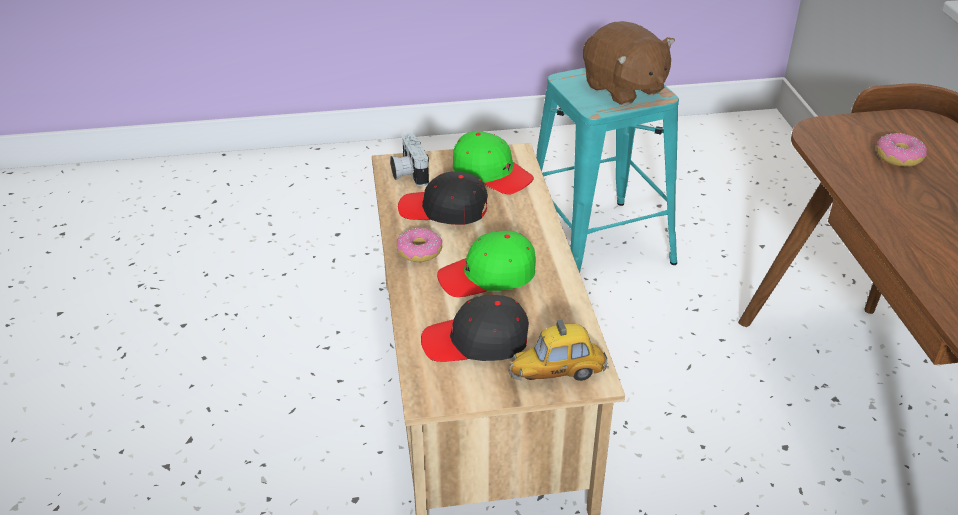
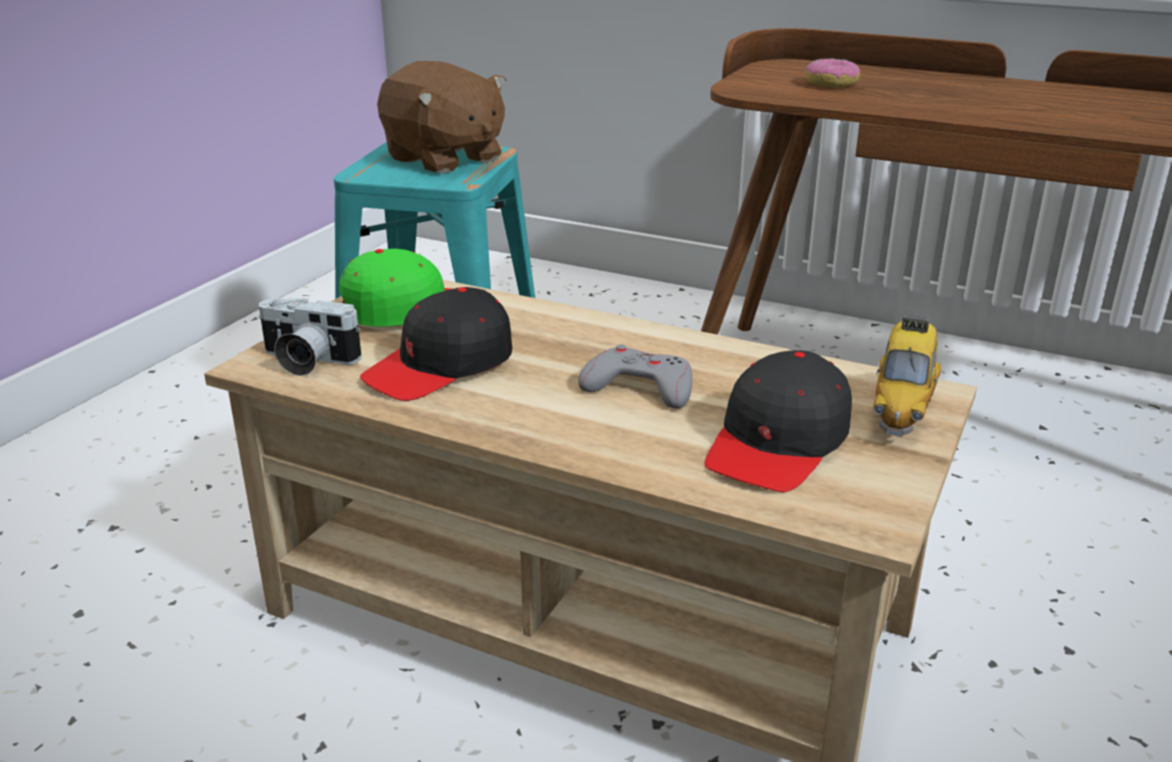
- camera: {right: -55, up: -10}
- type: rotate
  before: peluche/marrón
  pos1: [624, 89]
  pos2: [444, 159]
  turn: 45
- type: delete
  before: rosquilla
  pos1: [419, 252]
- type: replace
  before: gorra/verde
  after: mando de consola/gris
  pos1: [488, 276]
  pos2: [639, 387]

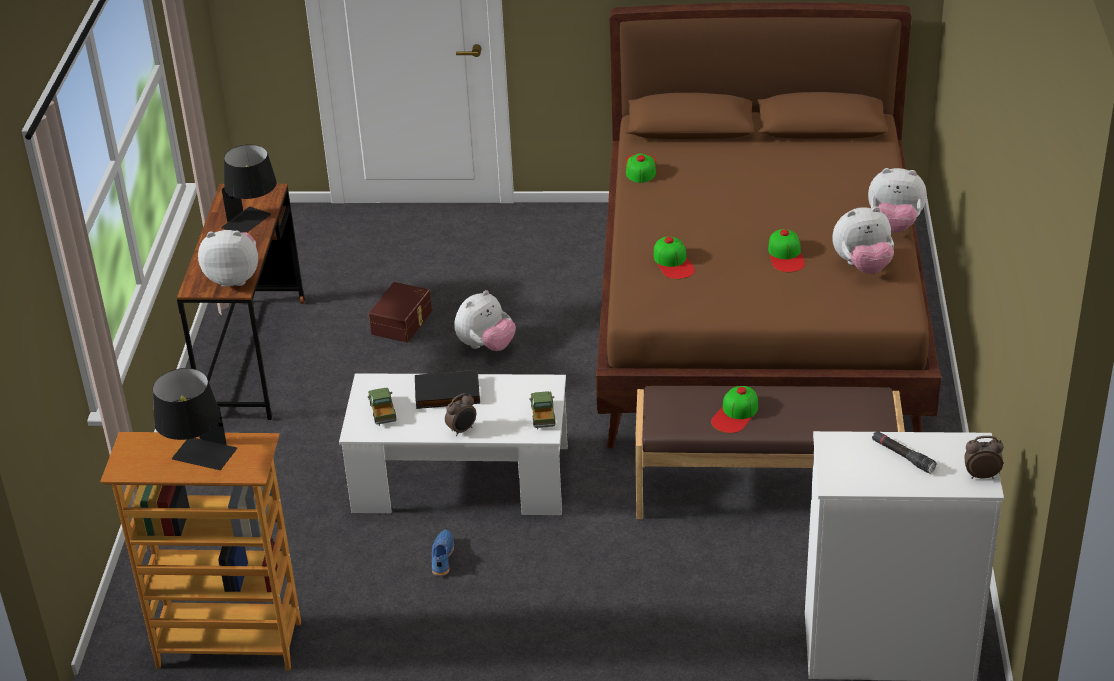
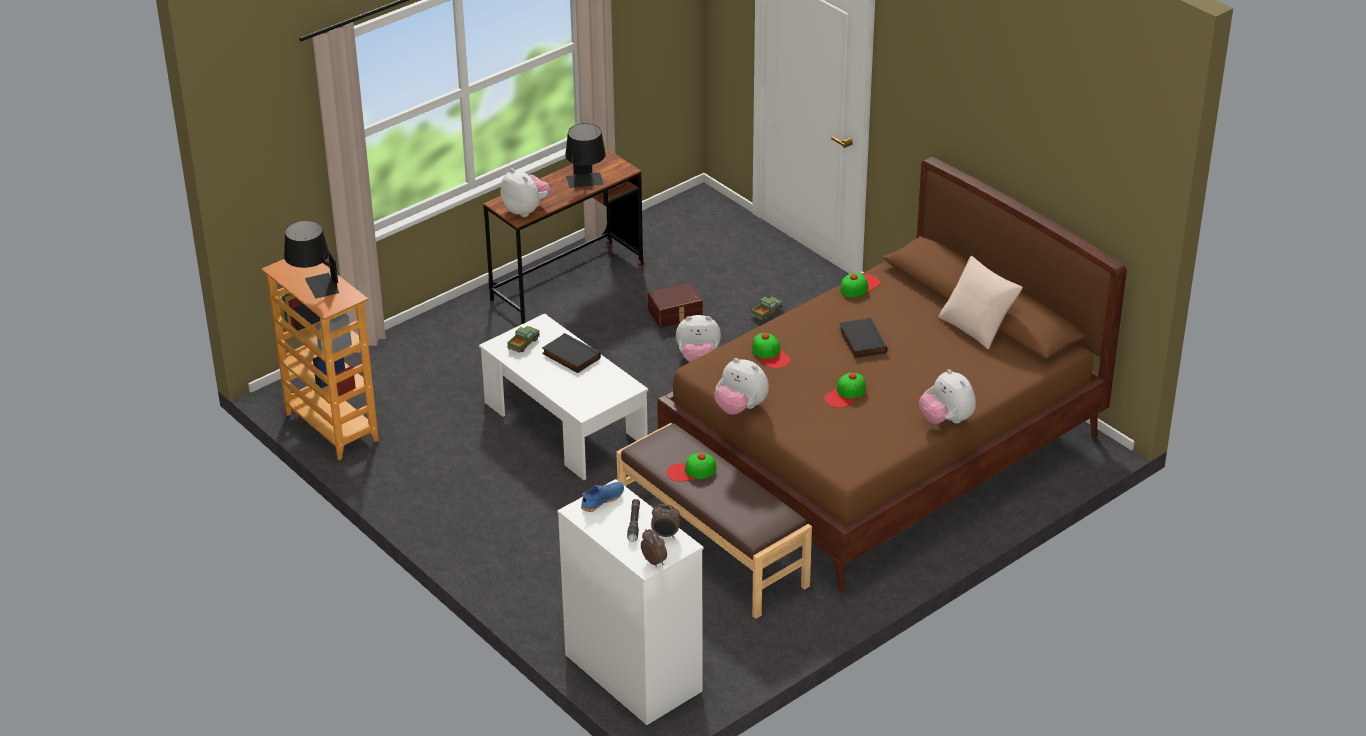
- camera: {right: 45, up: 0}
- type: move
  before: peluche
  pos1: [862, 266]
  pos2: [740, 408]
- type: rotate
  before: gorra
  pos1: [673, 262]
  pos2: [770, 354]
  turn: -60
- type: move
  before: camión de juguete
  pos1: [543, 416]
  pos2: [766, 313]
- type: move
  before: despertador
  pos1: [462, 430]
  pos2: [665, 535]
- type: move
  before: zapato/azul
  pos1: [441, 557]
  pos2: [601, 500]
- type: insert
  after: cojín/beis
  pos2: [977, 326]
- type: insert
  after: libro/negro
  pos2: [861, 341]

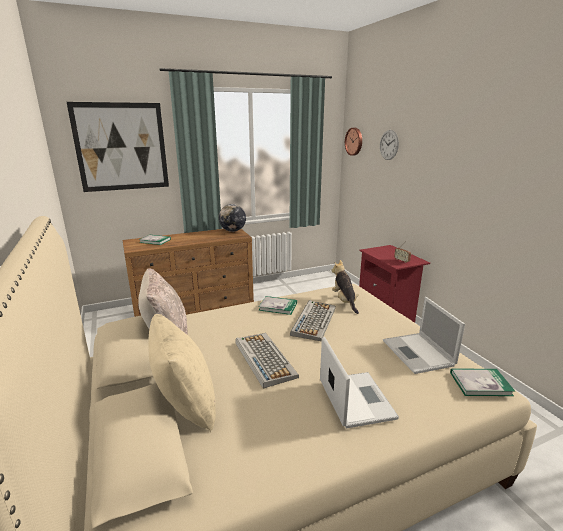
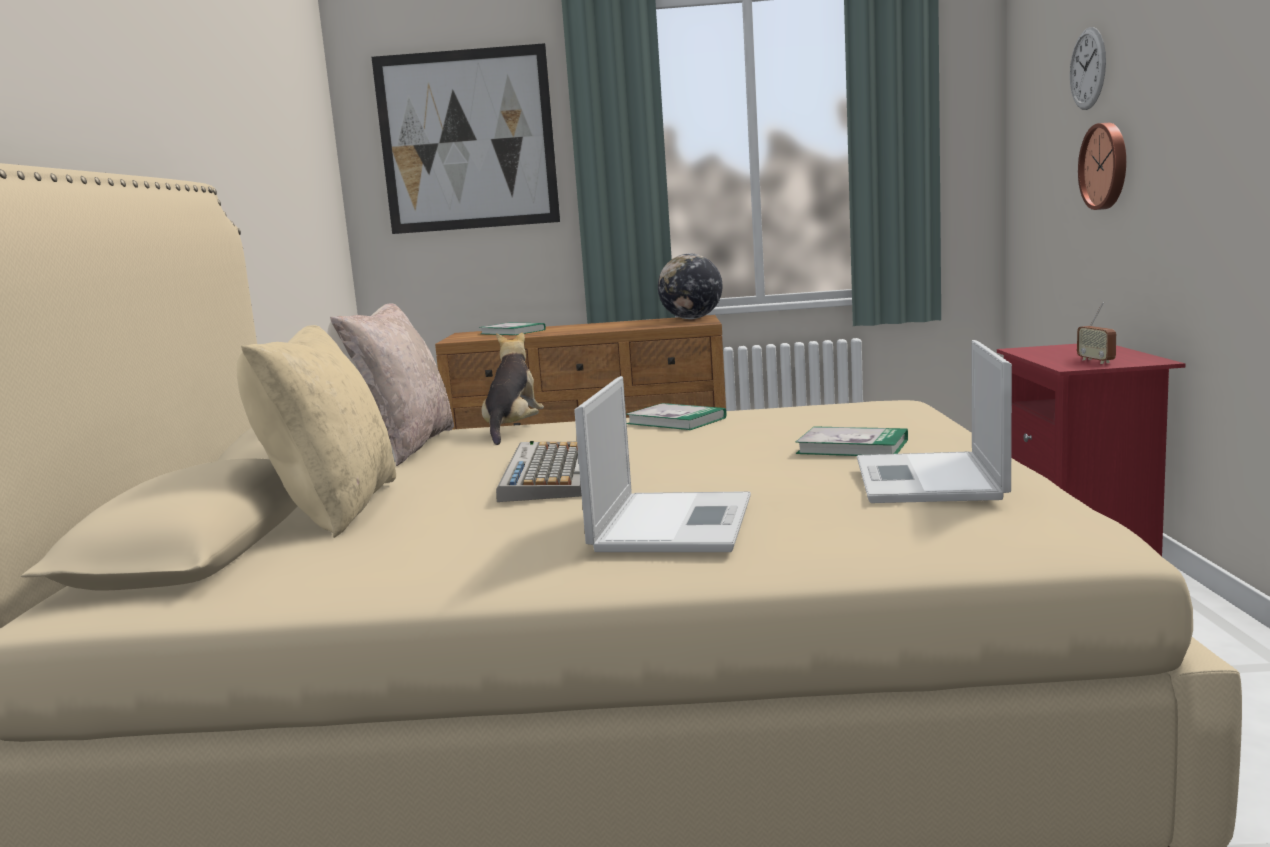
- camera: {right: 25, up: -10}
- type: move
  before: reloj de pared
  pos1: [354, 141]
  pos2: [1106, 166]
- type: move
  before: peluche
  pos1: [344, 301]
  pos2: [513, 430]
- type: delete
  before: teclado
  pos1: [313, 320]
- type: move
  before: libro
  pos1: [480, 384]
  pos2: [852, 447]

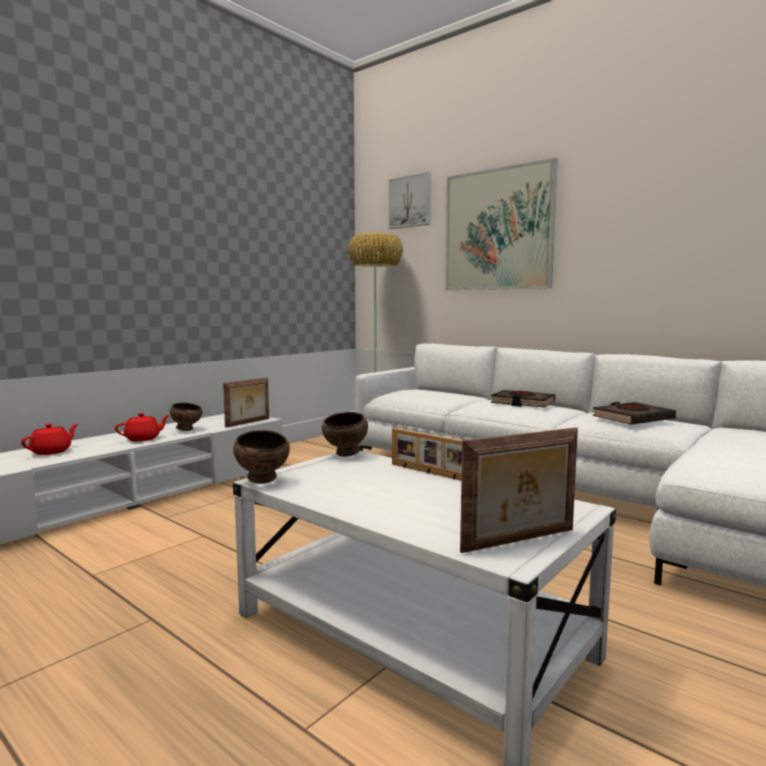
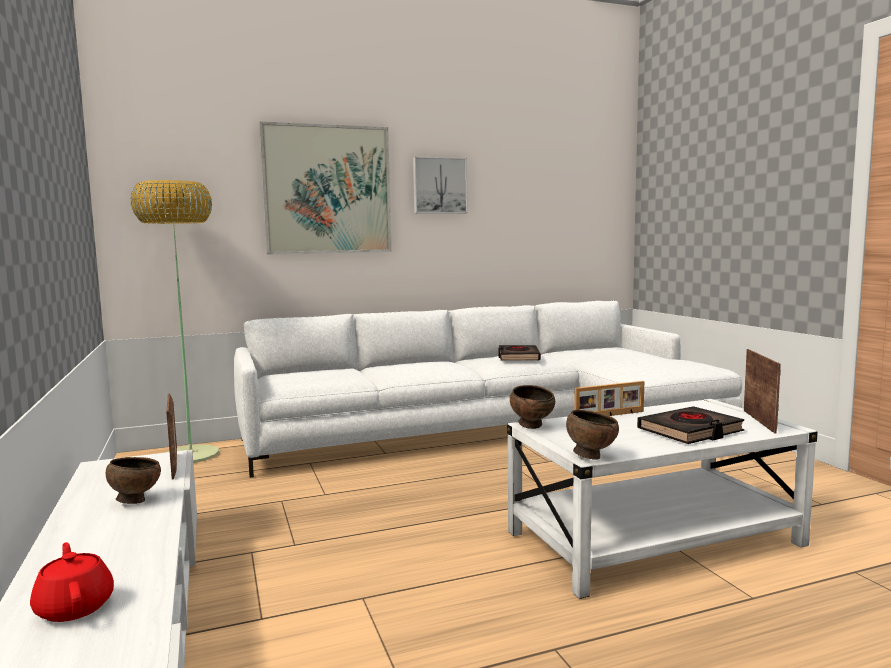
- camera: {right: -60, up: 0}
- type: move
  before: cuadro
  pos1: [410, 201]
  pos2: [439, 186]
- type: move
  before: libro/negro
  pos1: [522, 403]
  pos2: [690, 431]
- type: delete
  before: tetera/rojo
  pos1: [143, 438]

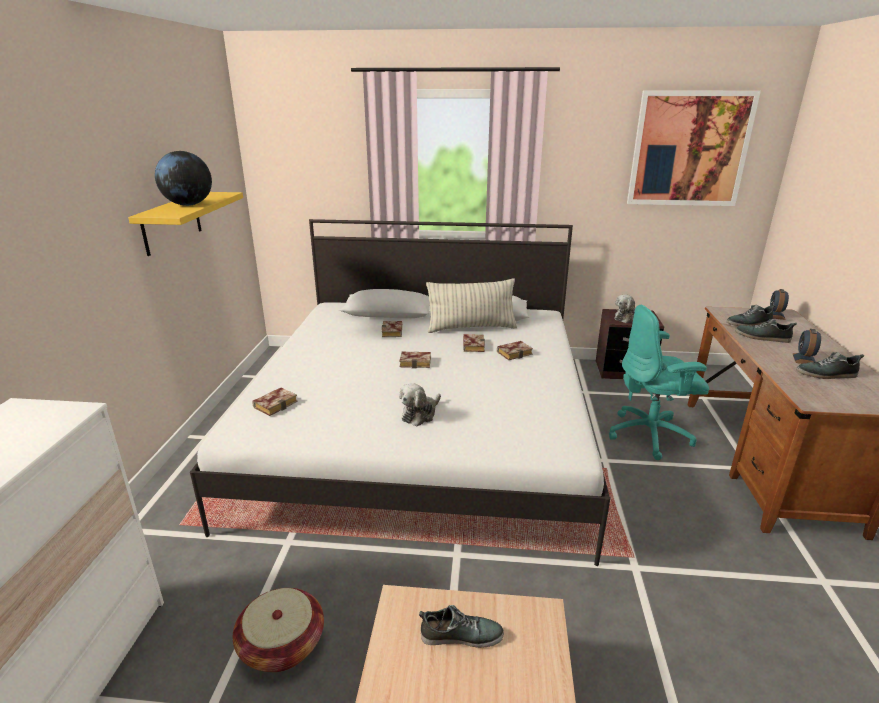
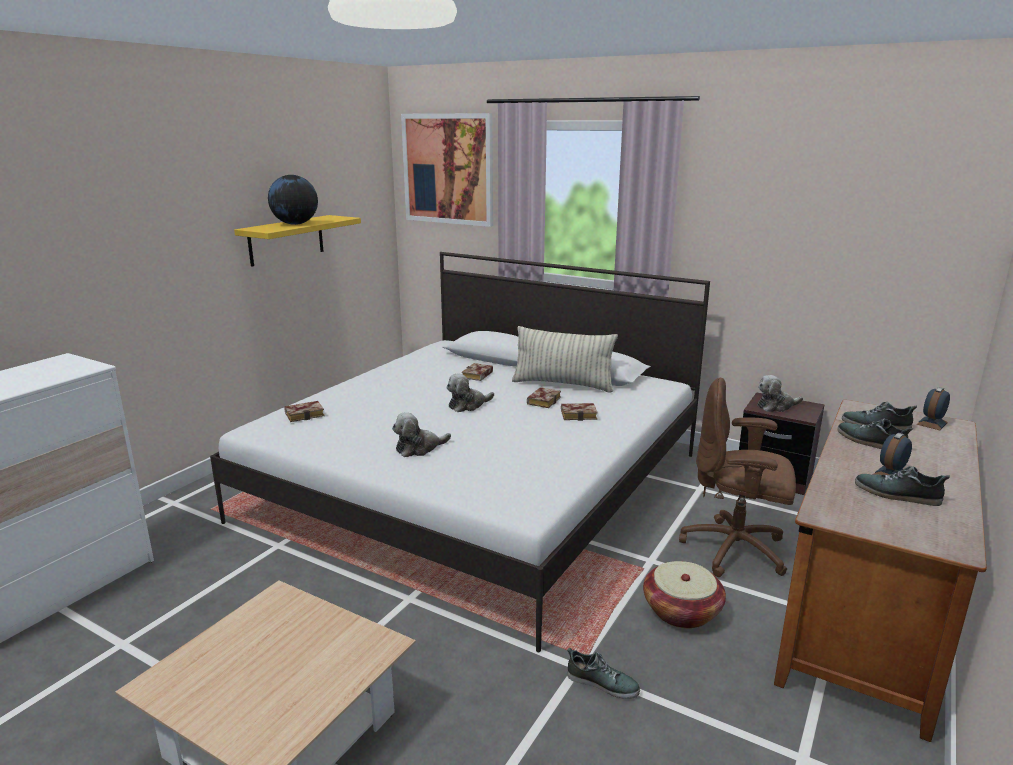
- camera: {right: 25, up: -5}
- type: move
  before: cuadro
  pos1: [689, 149]
  pos2: [448, 169]
- type: recolor
  before: silla de oficina/turquesa
  after: silla de oficina/marrón
  pos1: [651, 435]
  pos2: [736, 550]
- type: replace
  before: libro
  after: peluche
  pos1: [416, 362]
  pos2: [468, 405]
- type: move
  before: cesta
  pos1: [282, 645]
  pos2: [681, 611]
- type: move
  before: zapato
  pos1: [461, 635]
  pos2: [602, 682]

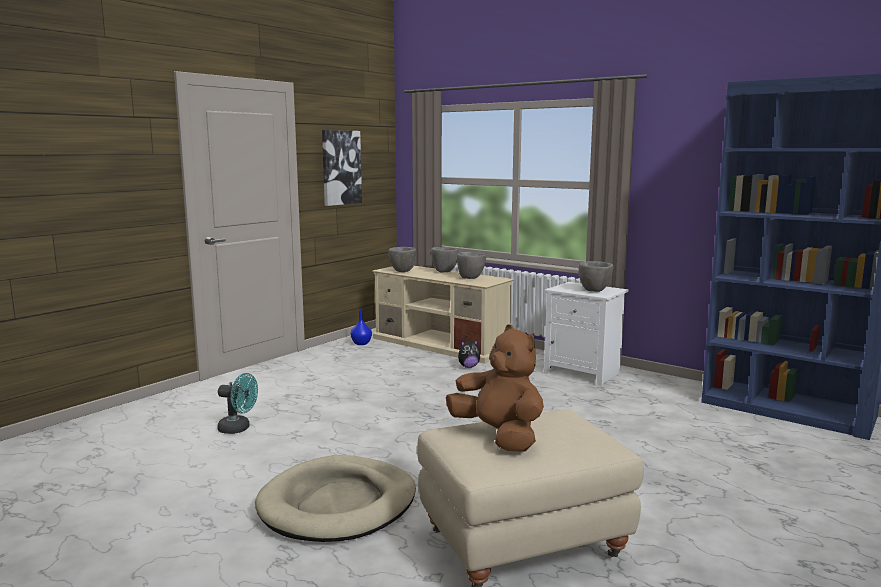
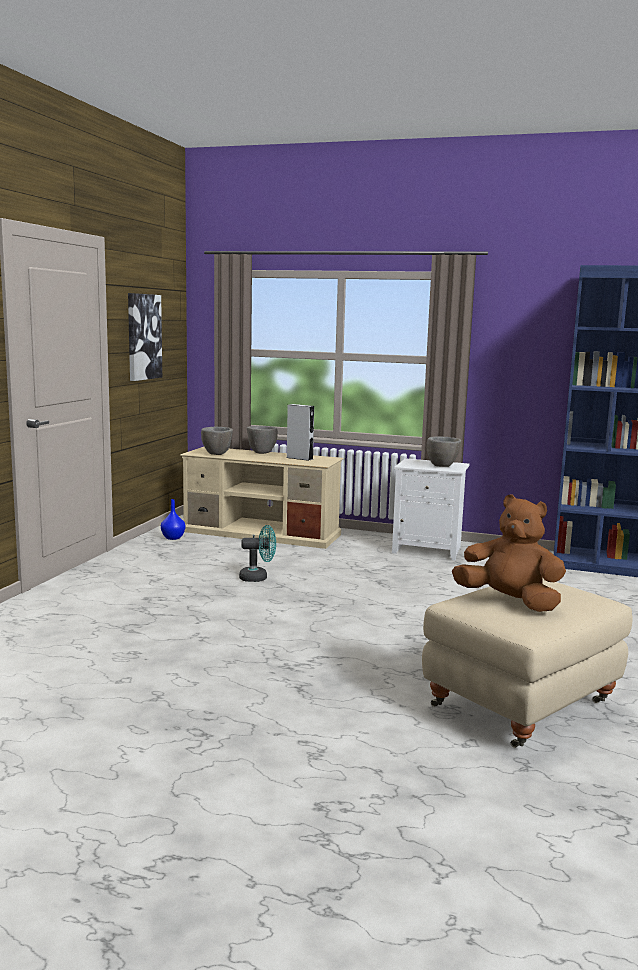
- camera: {right: -20, up: 0}
- type: replace
  before: cuenco/gris
  after: altavoz/gris
  pos1: [471, 278]
  pos2: [299, 458]
- type: delete
  before: peluche
  pos1: [468, 367]
- type: move
  before: ventilador/turquesa
  pos1: [239, 429]
  pos2: [258, 578]
- type: delete
  before: cama para perro/beis
  pos1: [338, 504]

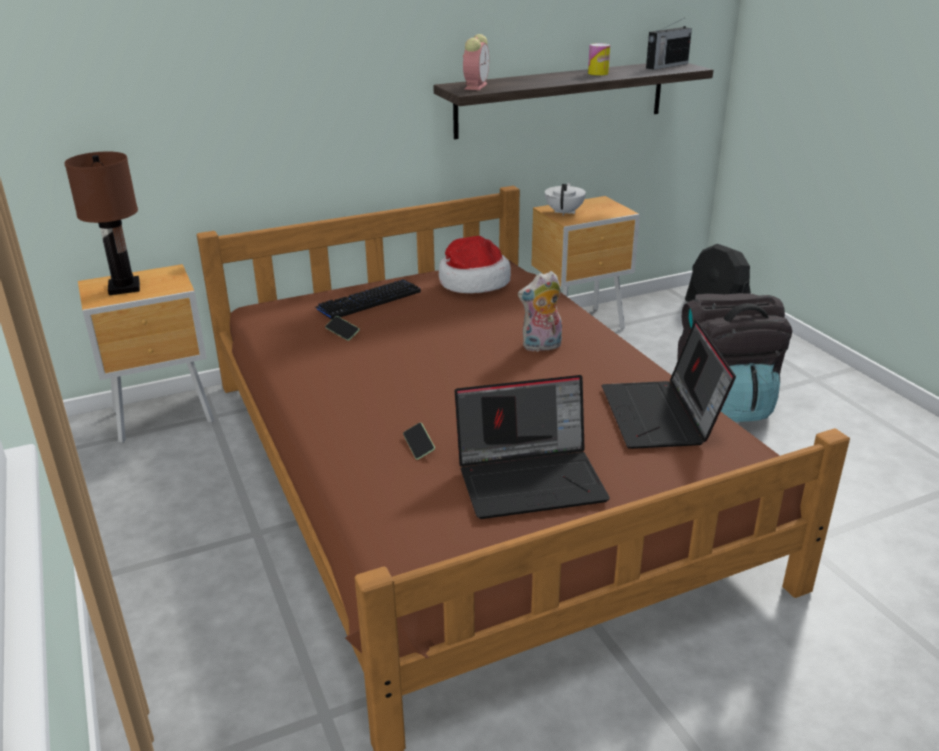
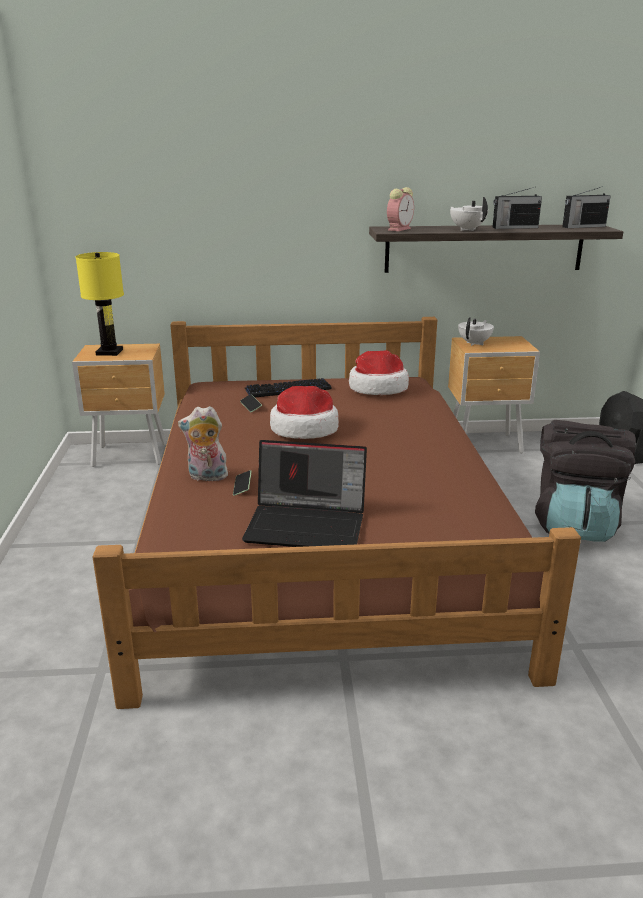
- camera: {right: 20, up: -5}
- type: replace
  before: lata
  after: radio
  pos1: [598, 73]
  pos2: [514, 227]
- type: recolor
  before: lámpara de mesa/marrón
  after: lámpara de mesa/amarillo
  pos1: [124, 288]
  pos2: [109, 352]
- type: move
  before: peluche
  pos1: [541, 347]
  pos2: [206, 477]
- type: delete
  before: portátil
  pos1: [661, 416]
- type: insert
  after: tetera/blanco
  pos2: [467, 229]
- type: insert
  after: sombrero
  pos2: [304, 429]

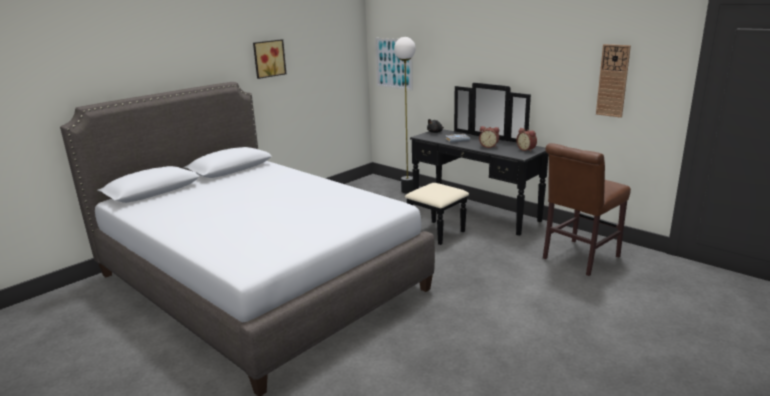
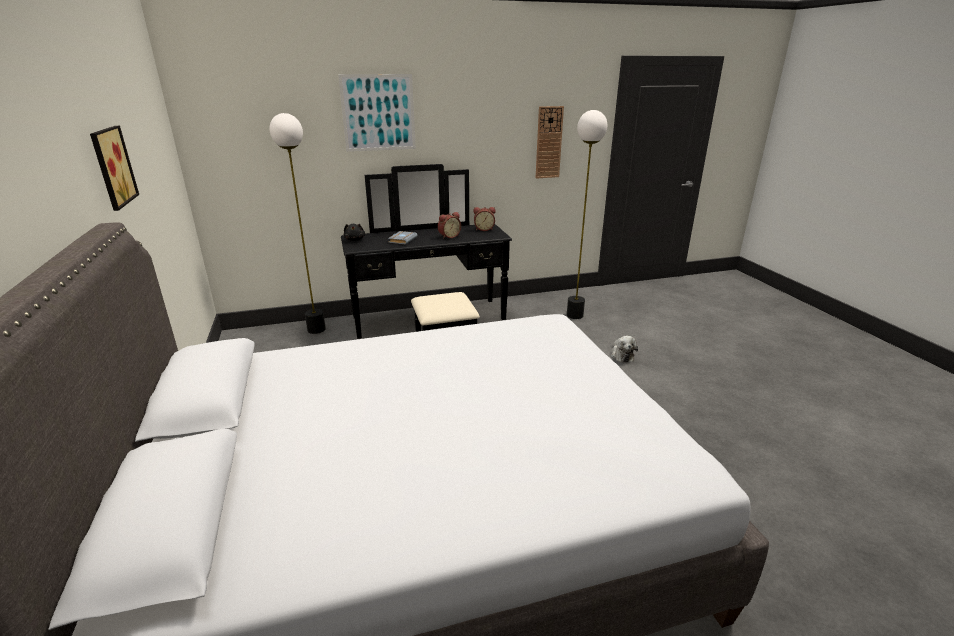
- camera: {right: -60, up: 5}
- type: move
  before: cuadro
  pos1: [393, 63]
  pos2: [378, 113]
- type: replace
  before: silla/marrón
  after: lámpara de pie
  pos1: [578, 259]
  pos2: [574, 315]
- type: insert
  after: peluche
  pos2: [621, 355]

